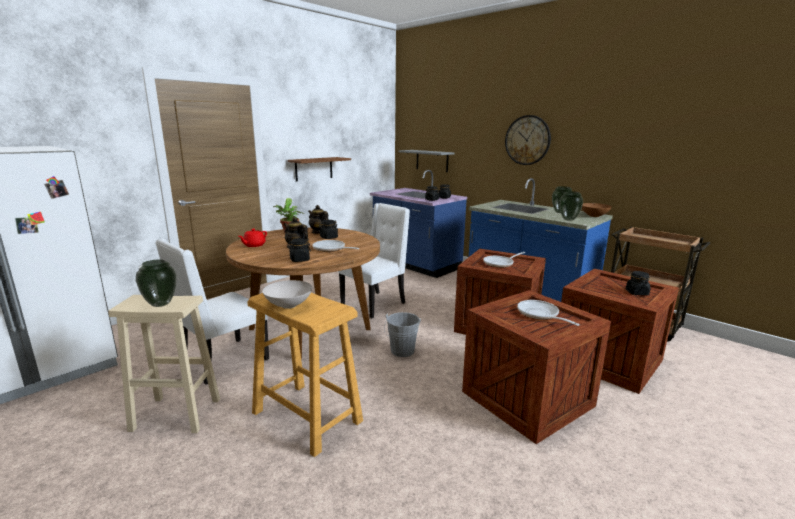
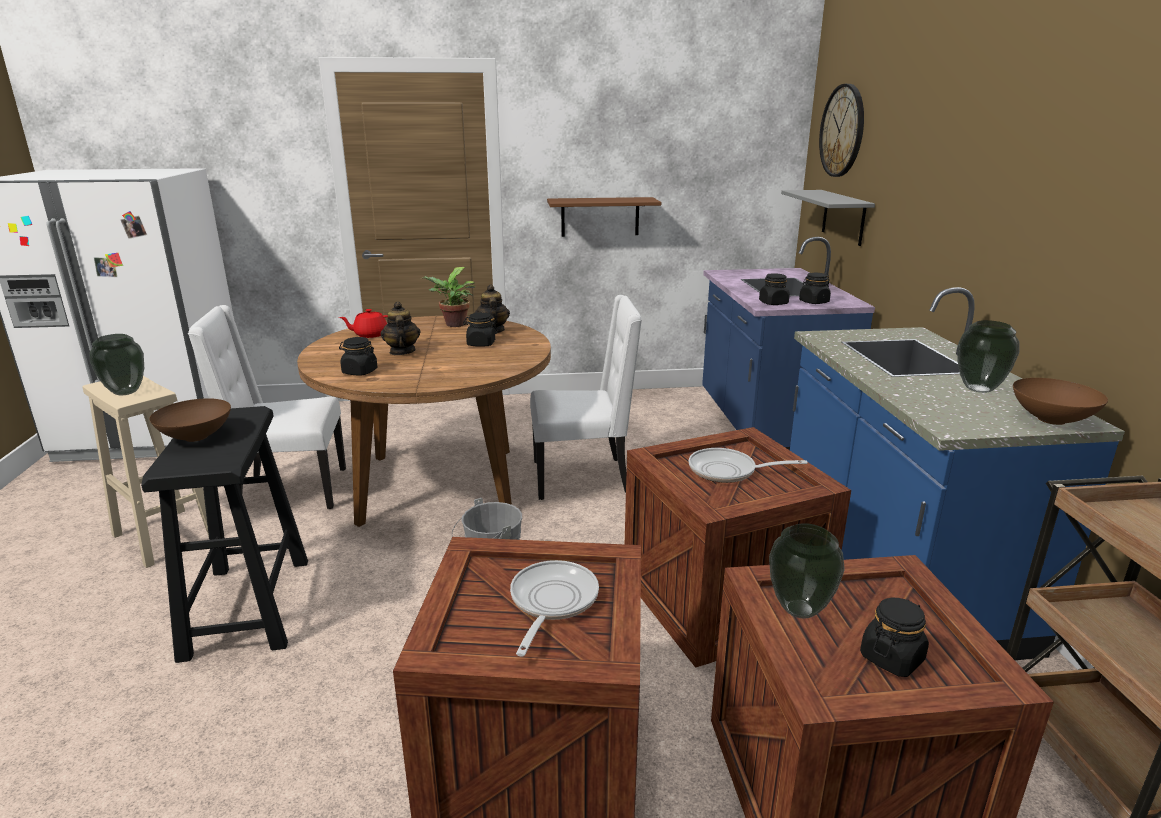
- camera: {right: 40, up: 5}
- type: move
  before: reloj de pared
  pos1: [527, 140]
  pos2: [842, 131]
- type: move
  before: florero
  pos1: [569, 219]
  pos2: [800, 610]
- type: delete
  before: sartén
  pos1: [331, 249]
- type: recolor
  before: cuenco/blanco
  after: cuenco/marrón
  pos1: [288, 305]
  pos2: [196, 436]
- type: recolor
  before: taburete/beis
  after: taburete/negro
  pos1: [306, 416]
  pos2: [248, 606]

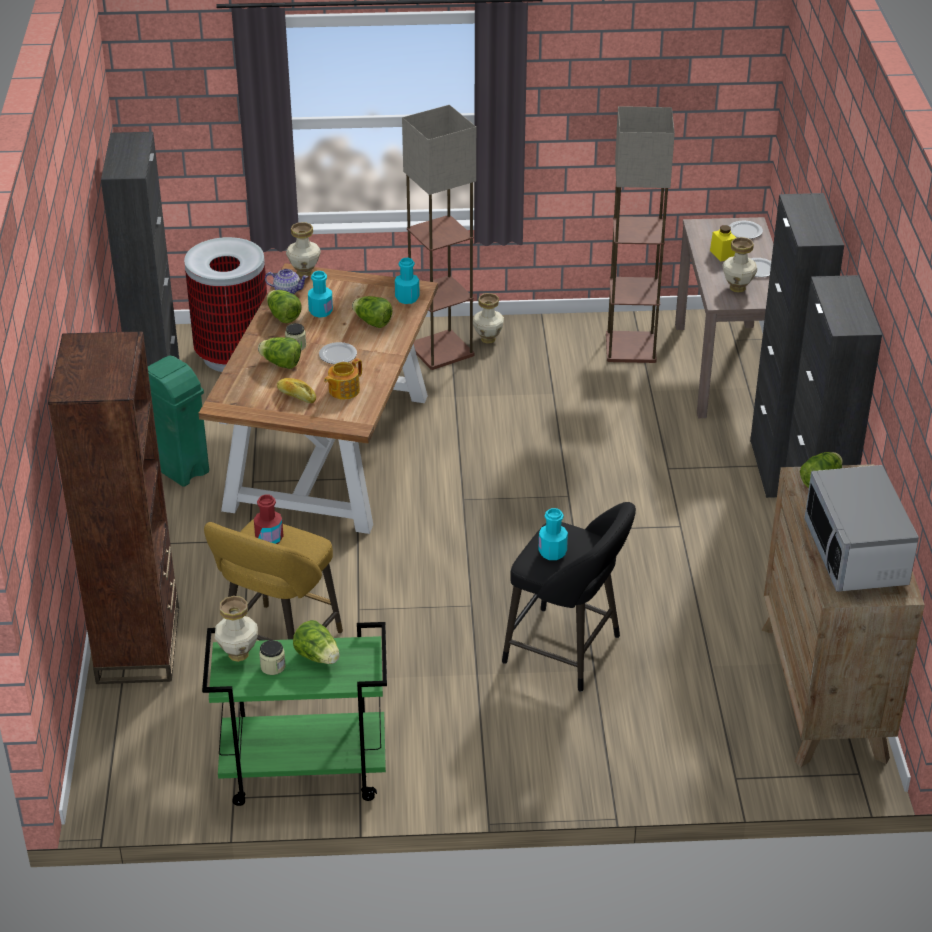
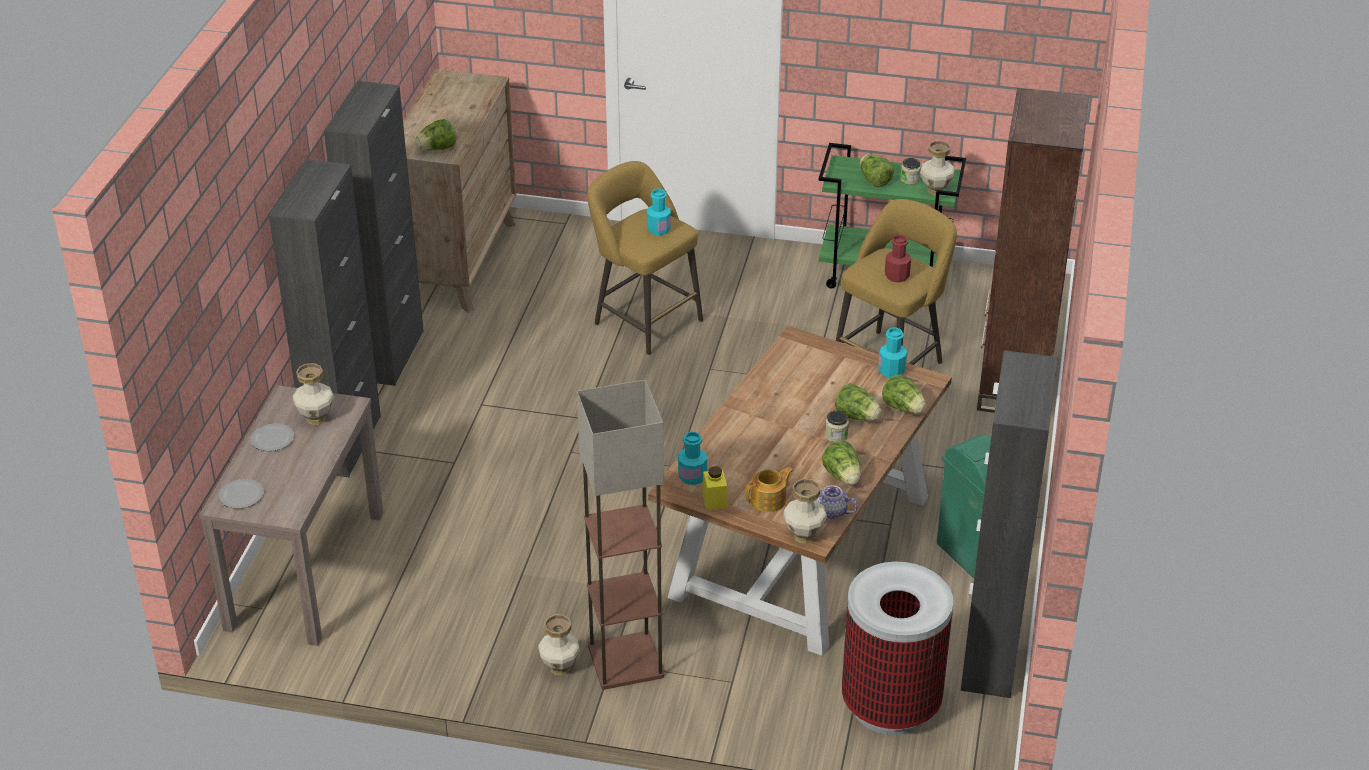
- camera: {right: -165, up: 0}
- type: delete
  before: lámpara de pie
  pos1: [629, 347]
- type: move
  before: tarro/amarillo
  pos1: [722, 254]
  pos2: [714, 500]
- type: move
  before: botella/turquesa
  pos1: [321, 311]
  pos2: [891, 371]
- type: move
  before: lechuga
  pos1: [372, 322]
  pos2: [903, 408]
- type: delete
  before: plato
  pos1: [337, 355]
- type: move
  before: tetera
  pos1: [343, 390]
  pos2: [769, 500]
- type: delete
  before: pan
  pos1: [296, 396]
- type: delete
  before: microondas
  pos1: [856, 554]
- type: recolor
  before: taburete/negro
  after: taburete/amarillo
  pos1: [568, 652]
  pos2: [644, 320]

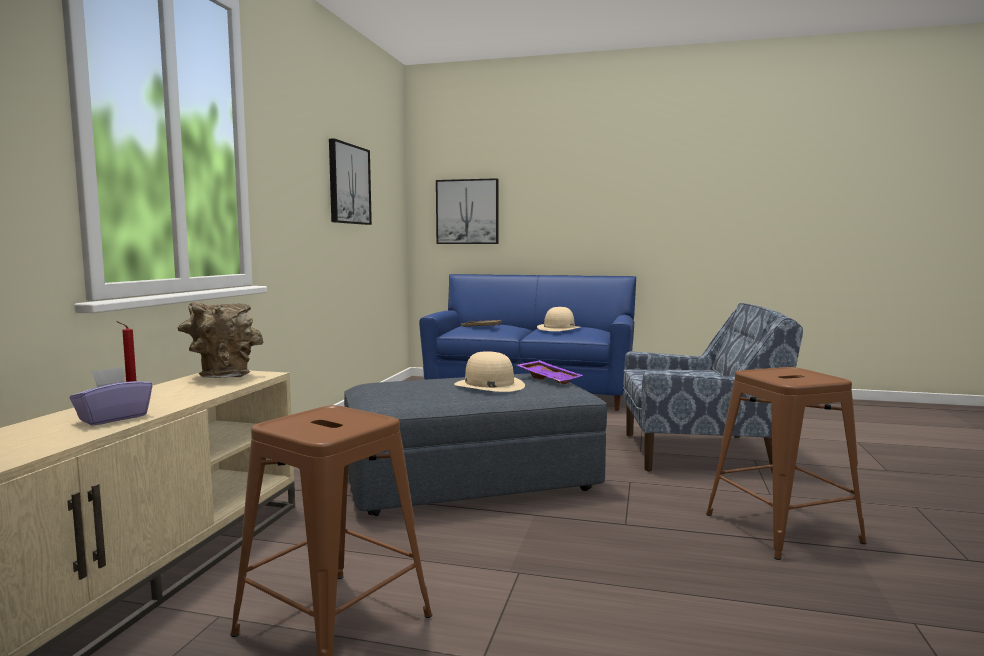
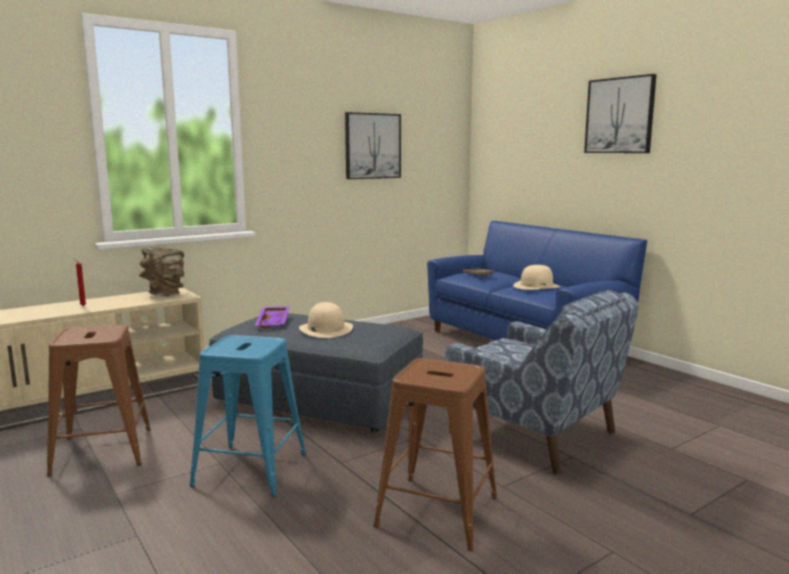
- camera: {right: 40, up: 5}
- type: move
  before: cuadro
  pos1: [467, 212]
  pos2: [619, 115]
- type: move
  before: bandeja/morado
  pos1: [550, 379]
  pos2: [274, 322]
- type: delete
  before: caja de pañuelos/morado
  pos1: [113, 418]
- type: insert
  after: taburete/azul
  pos2: [251, 469]

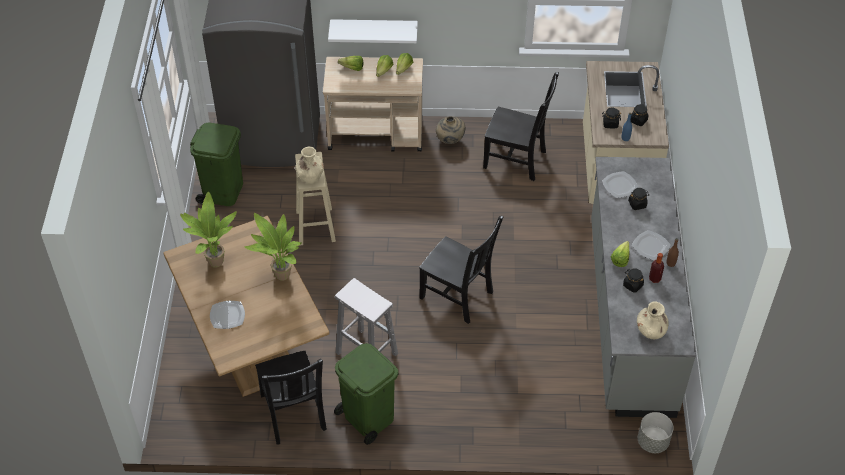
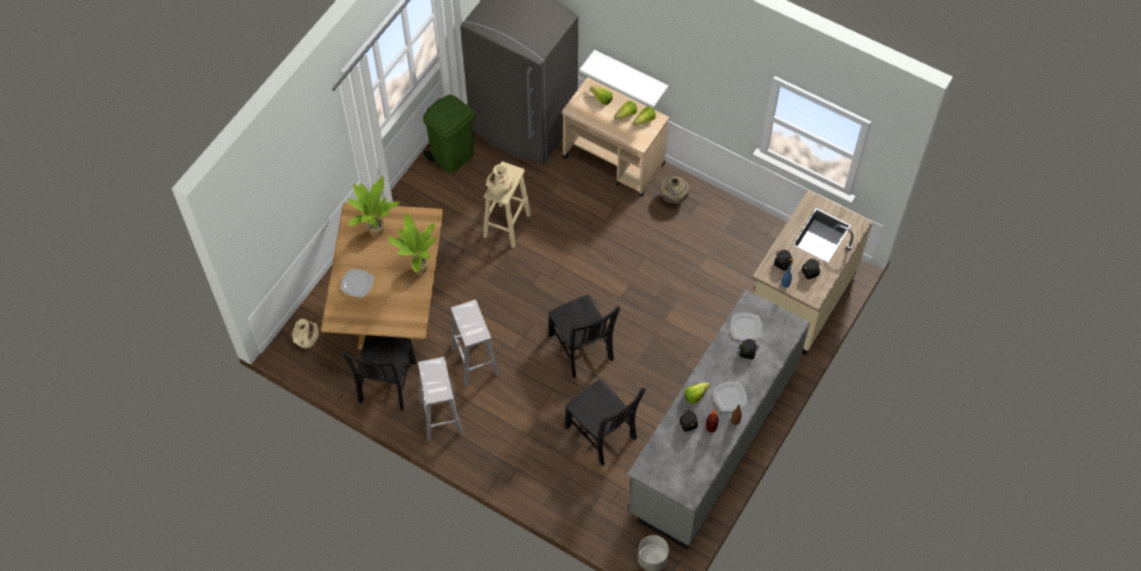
- camera: {right: 30, up: 10}
- type: move
  before: silla/negro
  pos1: [517, 160]
  pos2: [602, 434]
- type: move
  before: florero/beis
  pos1: [650, 331]
  pos2: [307, 340]
- type: replace
  before: papelera/verde
  after: taburete/blanco
  pos1: [367, 417]
  pos2: [441, 416]

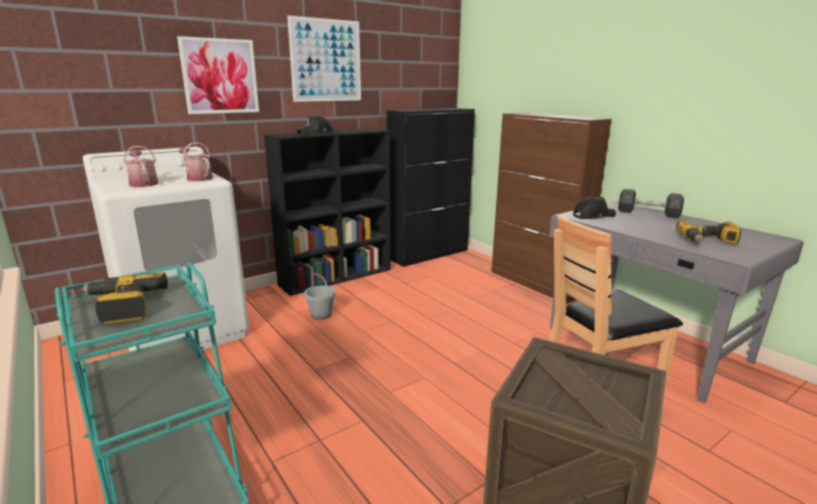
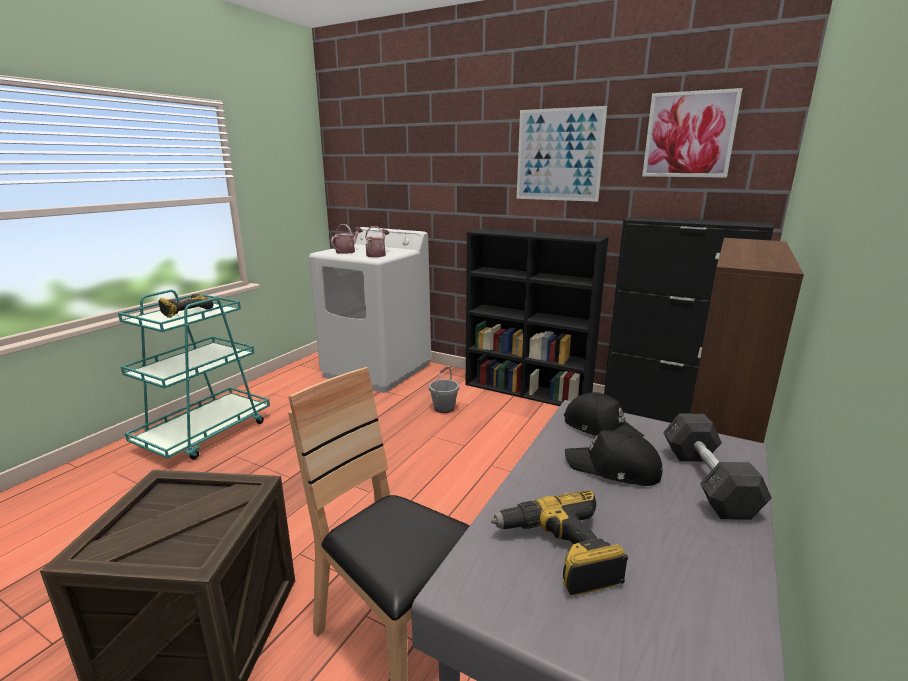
- camera: {right: 65, up: 0}
- type: move
  before: cuadro
  pos1: [220, 76]
  pos2: [689, 135]
- type: move
  before: gorra/negro
  pos1: [316, 133]
  pos2: [614, 469]

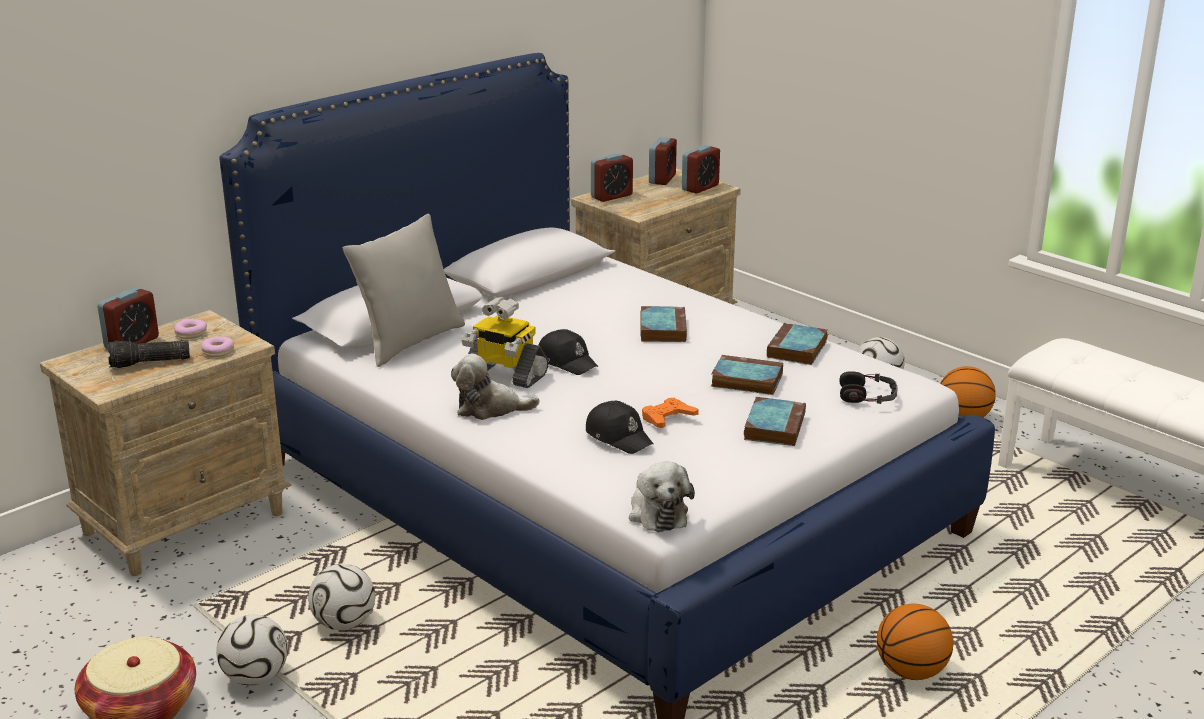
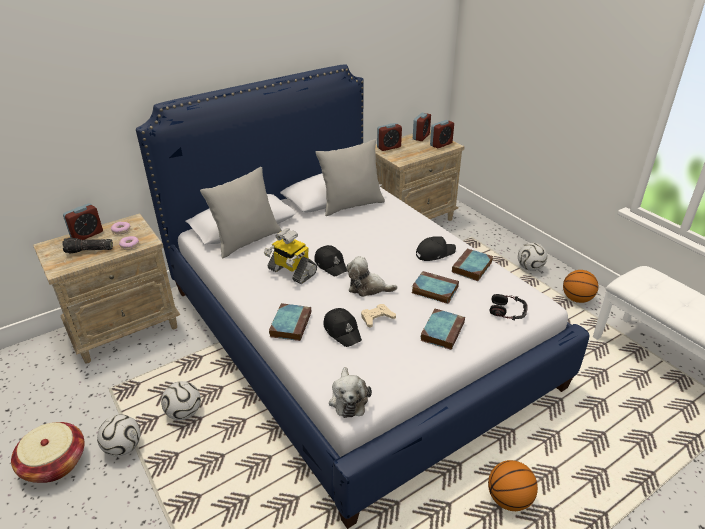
- camera: {right: 10, up: 10}
- type: move
  before: libro
  pos1: [662, 329]
  pos2: [290, 324]
- type: move
  before: peluche
  pos1: [489, 408]
  pos2: [368, 288]
- type: recolor
  before: mando de consola/naranja
  after: mando de consola/beis
  pos1: [668, 418]
  pos2: [377, 318]
- type: insert
  after: cojín/gris
  pos2: [351, 205]
- type: insert
  after: gorra/negro
  pos2: [434, 253]

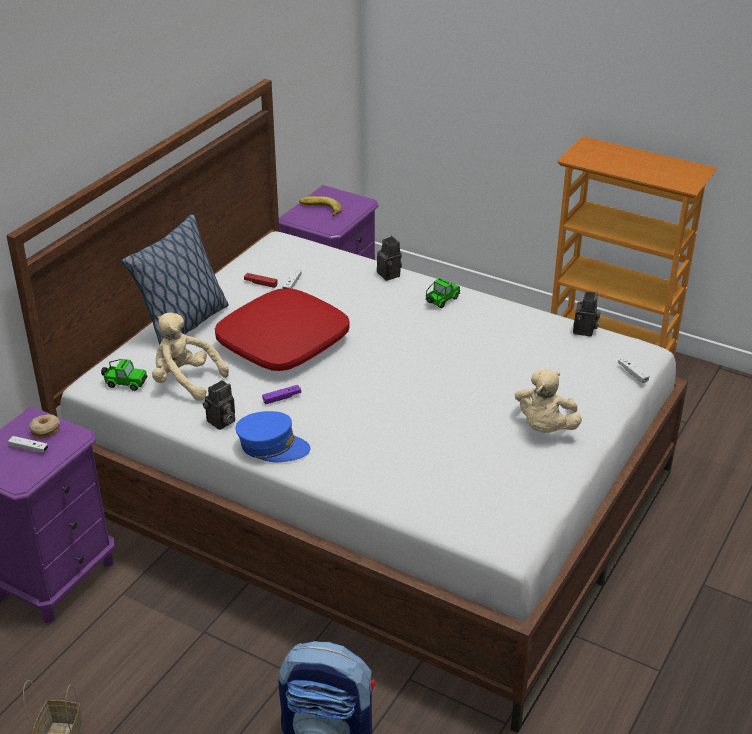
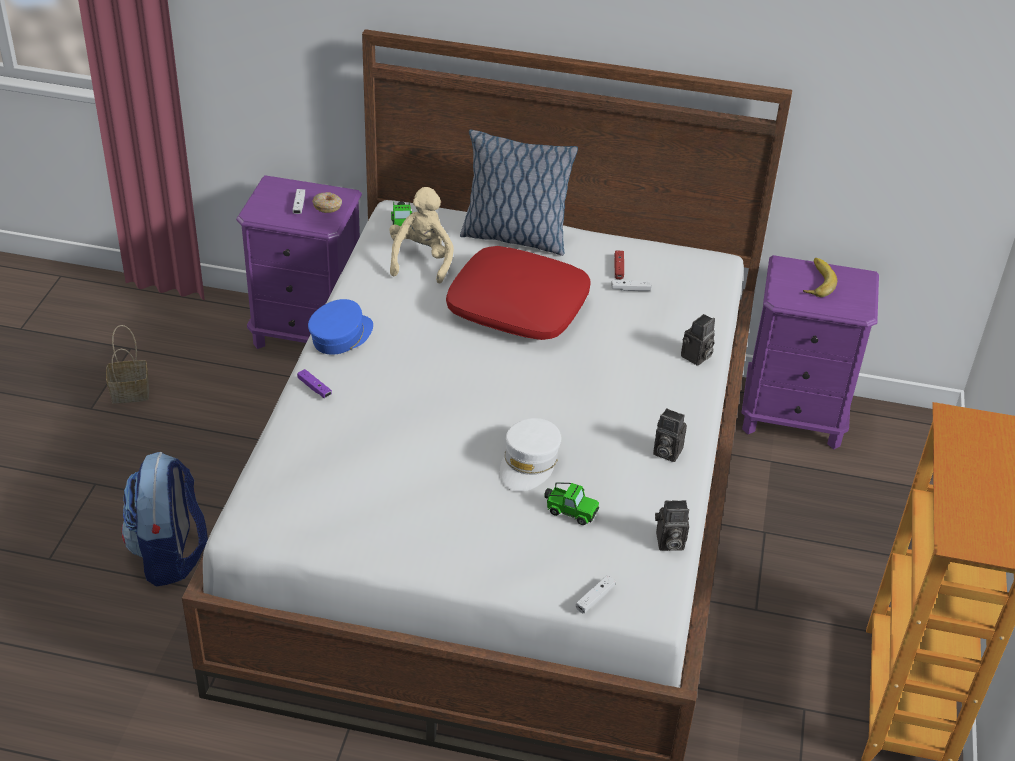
- camera: {right: 70, up: 5}
- type: move
  before: coche de juguete
  pos1: [441, 301]
  pos2: [569, 511]
- type: delete
  before: peluche/beis
  pos1: [545, 428]
- type: move
  before: cámara
  pos1: [221, 422]
  pos2: [665, 452]
- type: move
  before: mando de consola/morado
  pos1: [282, 398]
  pos2: [314, 388]
- type: rotate
  before: gorra/azul
  pos1: [272, 446]
  pos2: [341, 336]
  turn: -135
- type: insert
  after: gorra/blanco
  pos2: [529, 463]

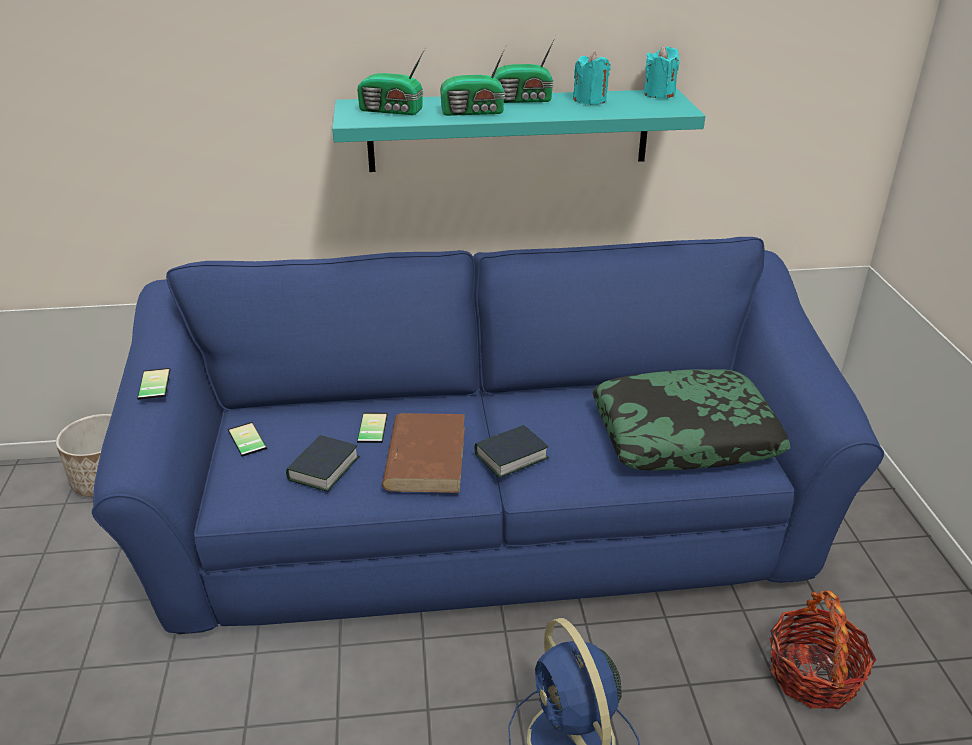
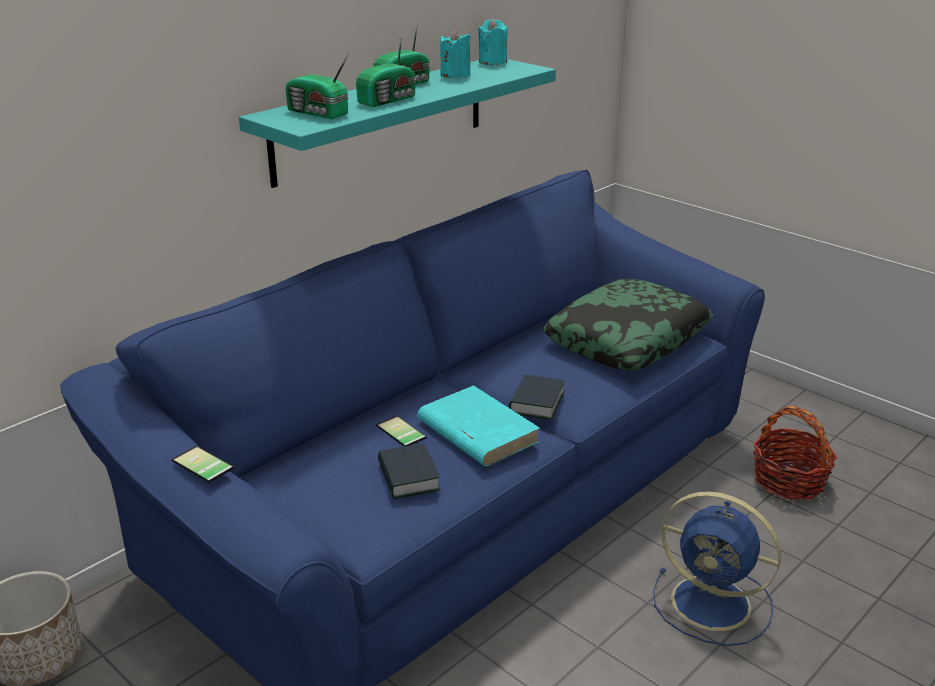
- camera: {right: -40, up: -5}
- type: rotate
  before: radio
  pos1: [392, 111]
  pos2: [318, 113]
  turn: 60
- type: recolor
  before: libro/marrón
  after: libro/turquesa
  pos1: [425, 456]
  pos2: [476, 431]
- type: delete
  before: móvil
  pos1: [244, 440]

